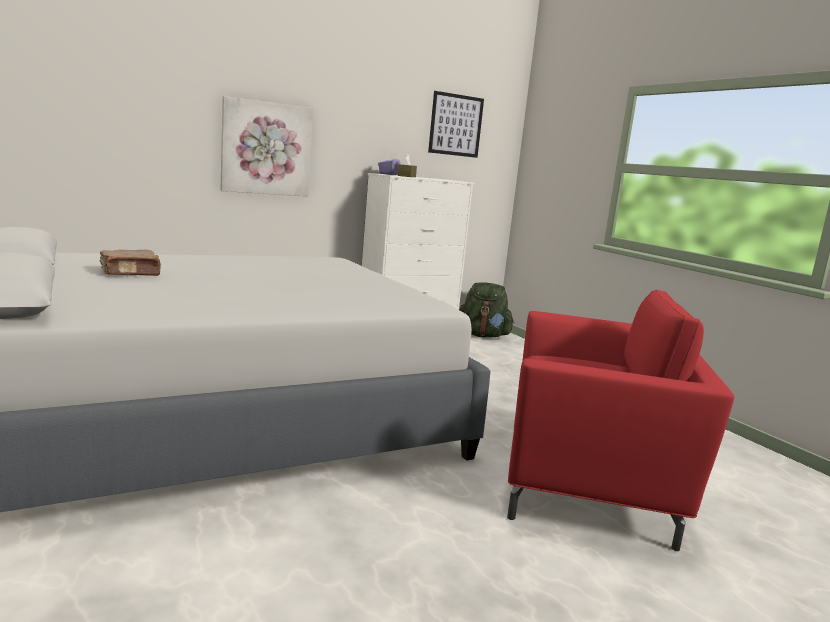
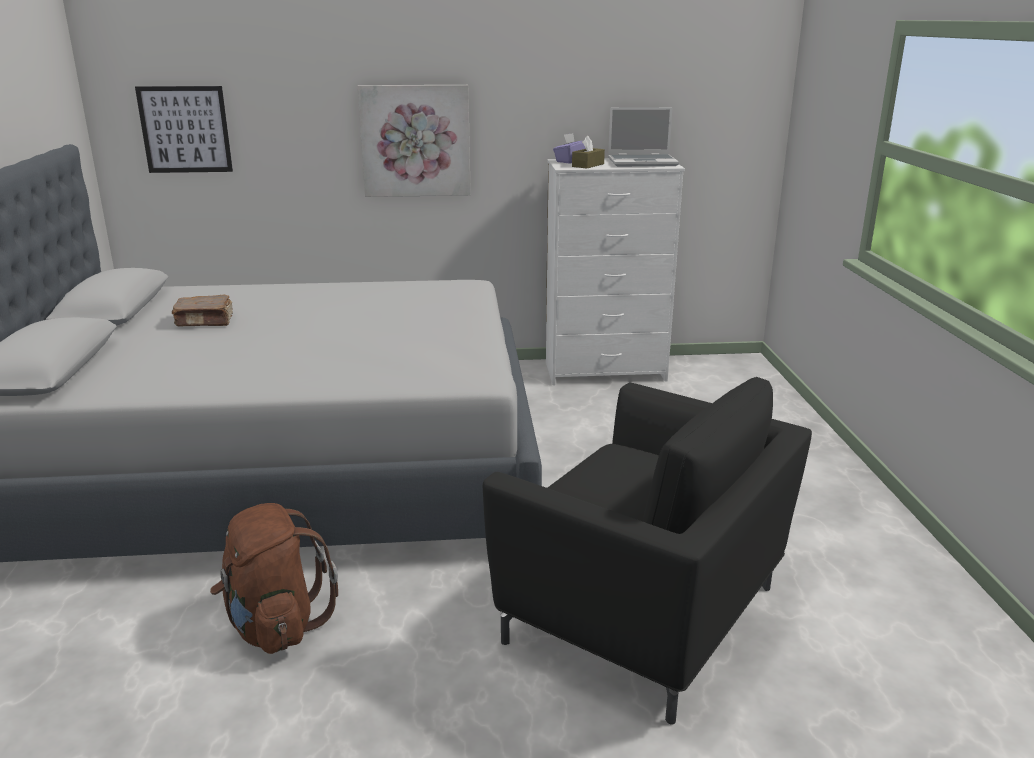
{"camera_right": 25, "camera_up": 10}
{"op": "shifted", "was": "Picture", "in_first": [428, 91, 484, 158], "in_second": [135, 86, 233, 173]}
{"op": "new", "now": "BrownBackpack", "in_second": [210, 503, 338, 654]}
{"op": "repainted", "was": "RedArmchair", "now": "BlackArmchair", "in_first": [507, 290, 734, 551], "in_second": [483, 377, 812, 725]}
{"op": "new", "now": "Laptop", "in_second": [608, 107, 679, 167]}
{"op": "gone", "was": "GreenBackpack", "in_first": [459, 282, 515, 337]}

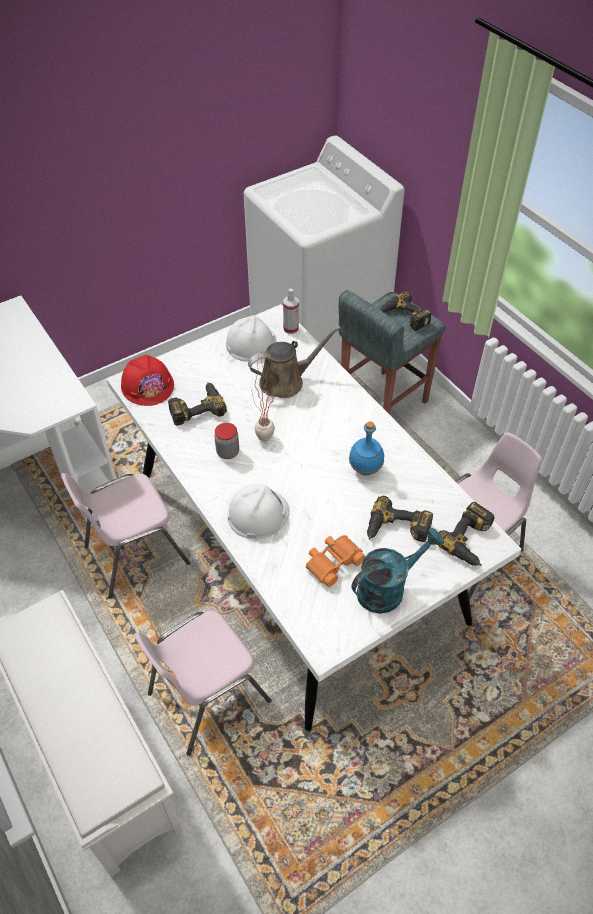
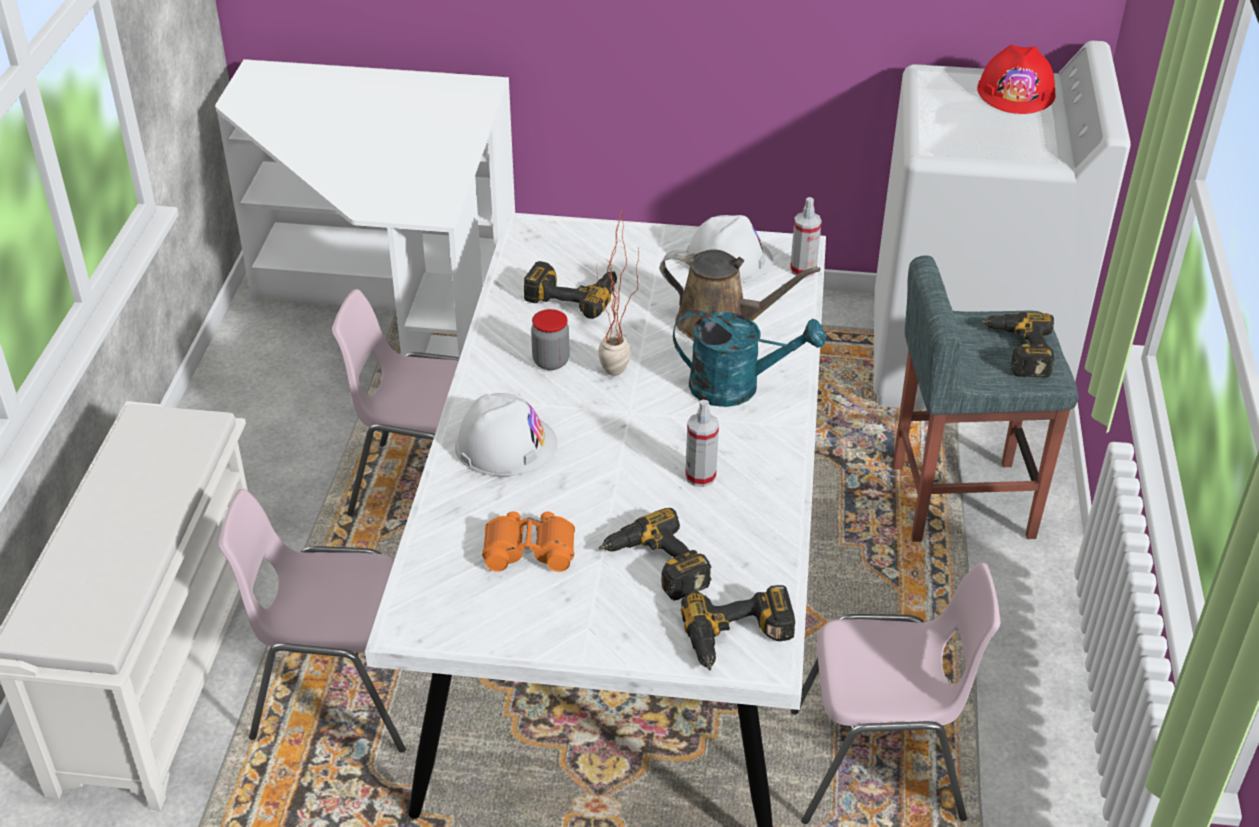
{"camera_right": 40, "camera_up": -10}
{"op": "shifted", "was": "TurquoiseWateringCan", "in_first": [352, 528, 444, 614], "in_second": [673, 310, 826, 407]}
{"op": "swapped", "was": "BlueBottle", "now": "SprayBottle", "in_first": [349, 421, 384, 476], "in_second": [685, 400, 719, 487]}
{"op": "shifted", "was": "RedHardHat", "in_first": [121, 355, 174, 406], "in_second": [977, 44, 1056, 114]}

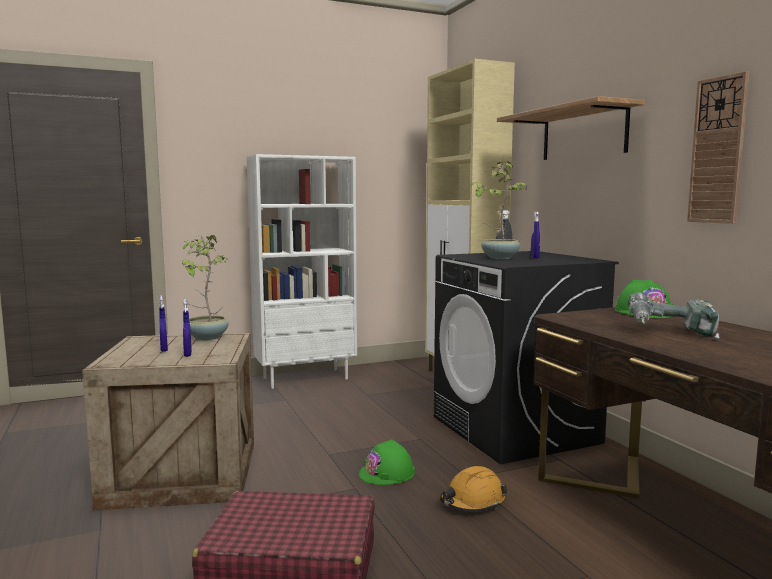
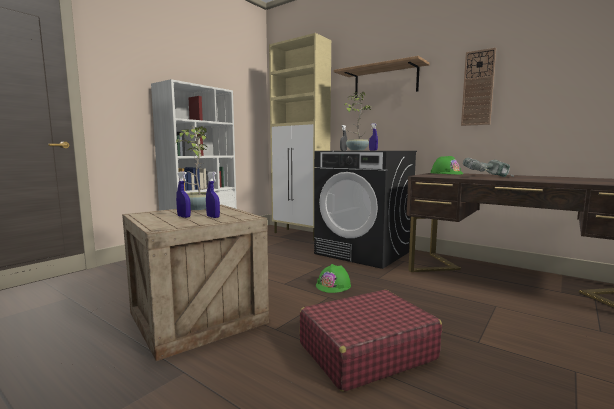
{"camera_right": -30, "camera_up": 0}
{"op": "gone", "was": "OrangeHardHat", "in_first": [440, 466, 507, 512]}

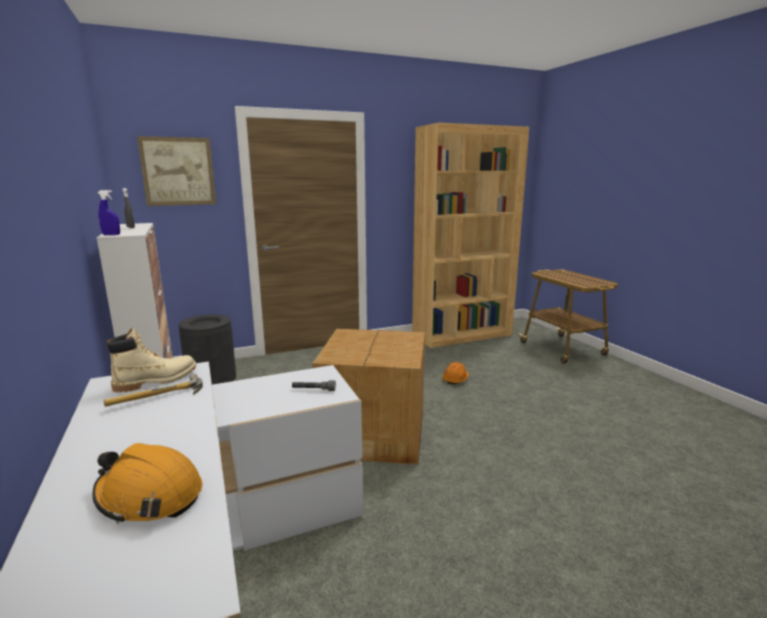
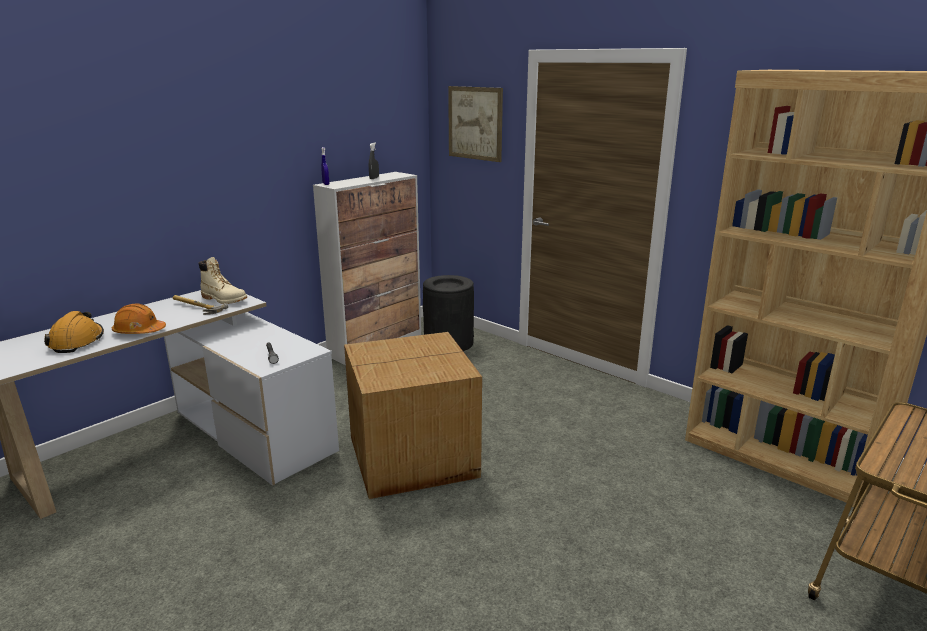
{"camera_right": 65, "camera_up": 5}
{"op": "shifted", "was": "OrangeHardHat", "in_first": [442, 362, 469, 385], "in_second": [112, 303, 166, 334]}

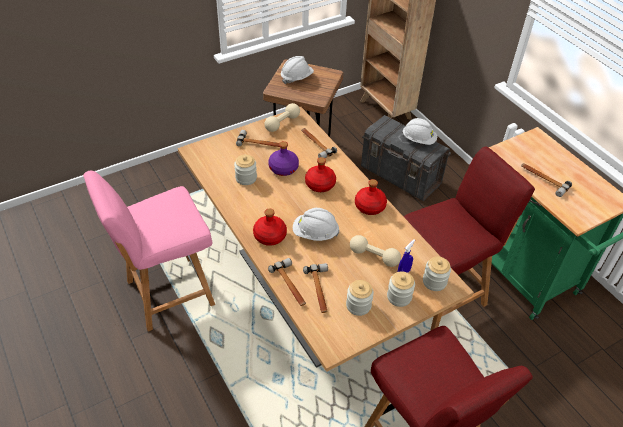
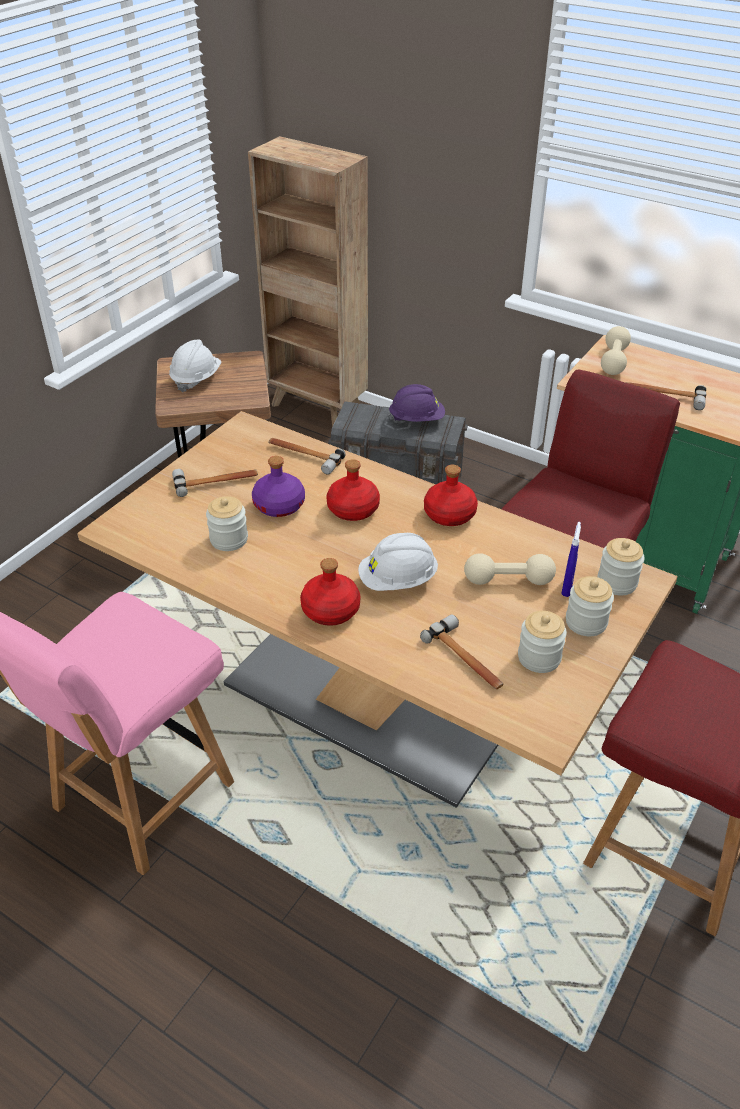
{"camera_right": -25, "camera_up": -5}
{"op": "repainted", "was": "WhiteHardHat", "now": "PurpleHardHat", "in_first": [402, 118, 437, 145], "in_second": [388, 384, 445, 422]}
{"op": "shifted", "was": "BeigeDumbbell", "in_first": [264, 103, 300, 132], "in_second": [601, 326, 631, 375]}
{"op": "gone", "was": "Hammer", "in_first": [268, 258, 306, 306]}

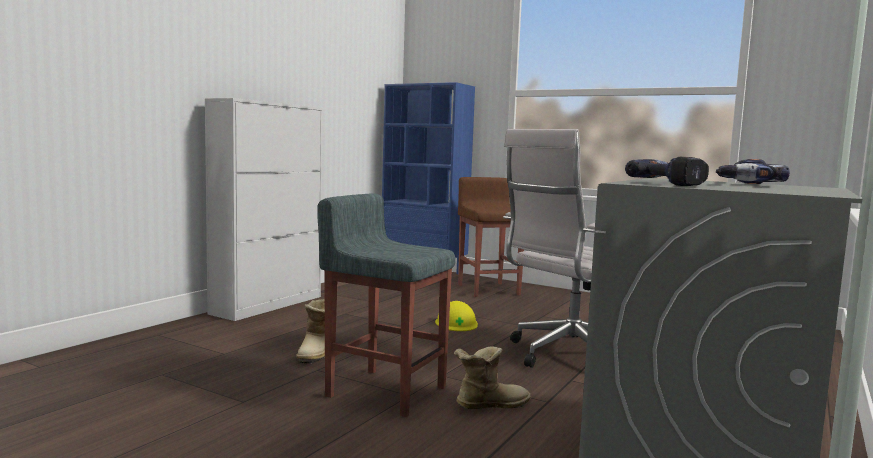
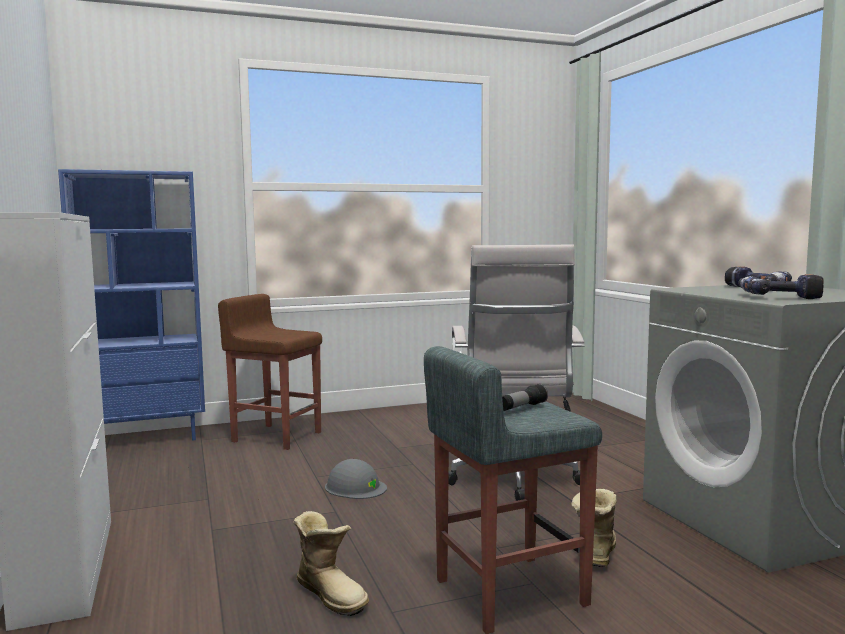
{"camera_right": -50, "camera_up": 0}
{"op": "repainted", "was": "YellowHardHat", "now": "GreyHardHat", "in_first": [435, 301, 478, 331], "in_second": [325, 459, 387, 499]}
{"op": "new", "now": "Flashlight", "in_second": [502, 384, 548, 411]}

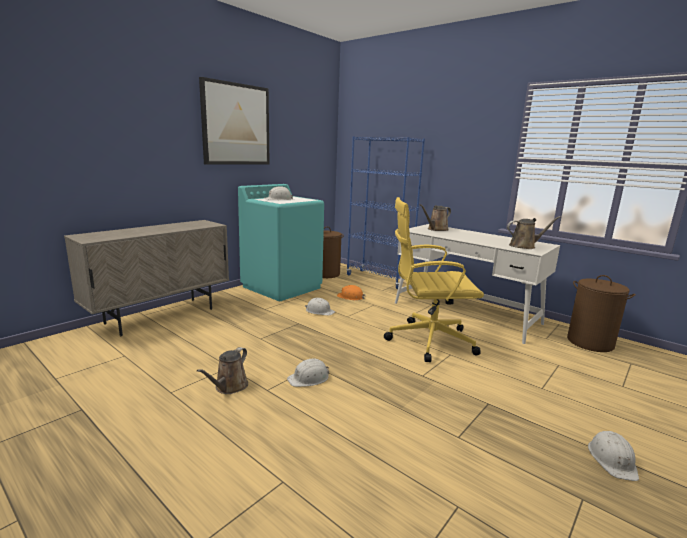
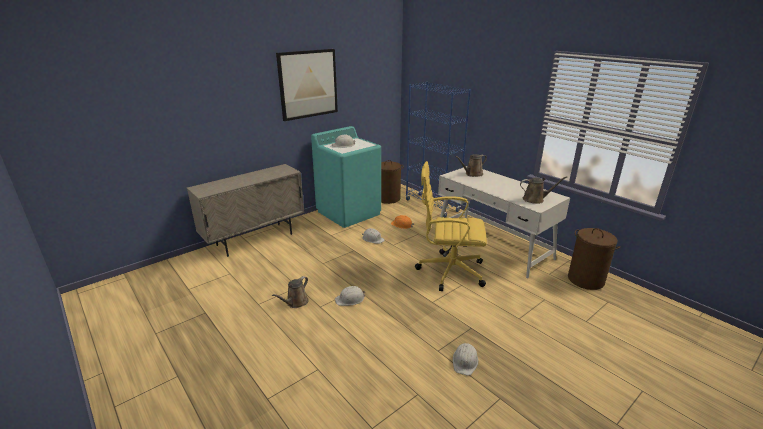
{"camera_right": 10, "camera_up": 10}
{"op": "shifted", "was": "WhiteHardHat", "in_first": [588, 431, 639, 481], "in_second": [453, 343, 478, 375]}

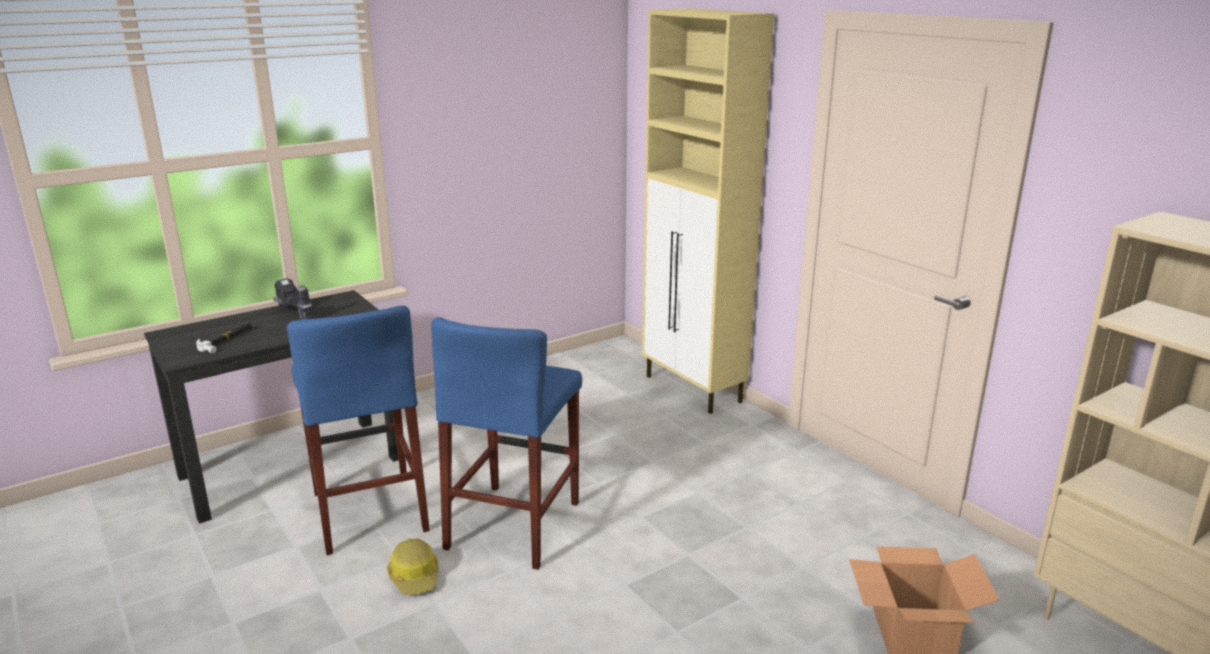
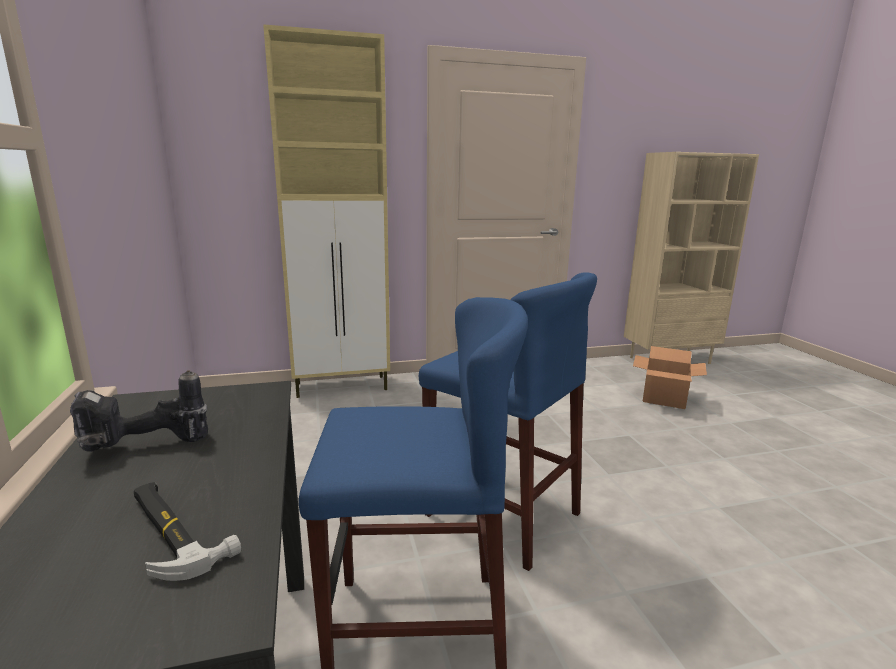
{"camera_right": -70, "camera_up": -5}
{"op": "gone", "was": "HardHat", "in_first": [387, 539, 439, 595]}

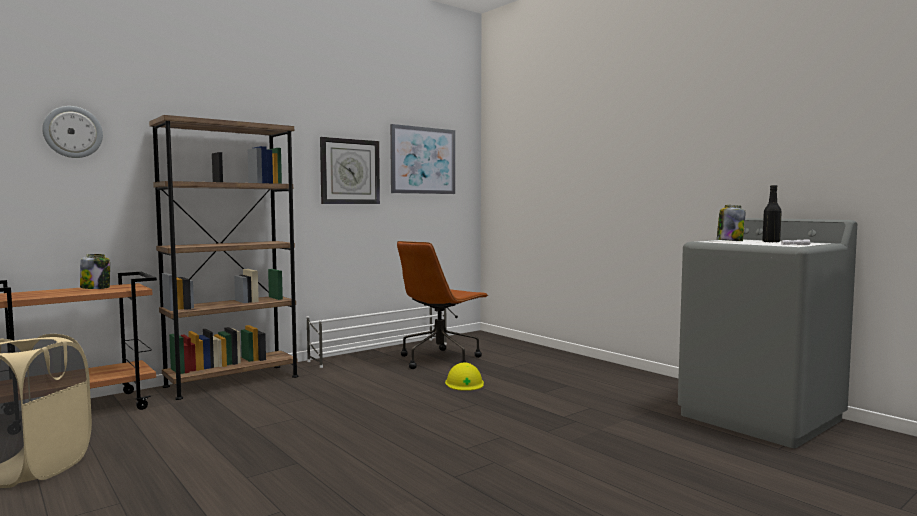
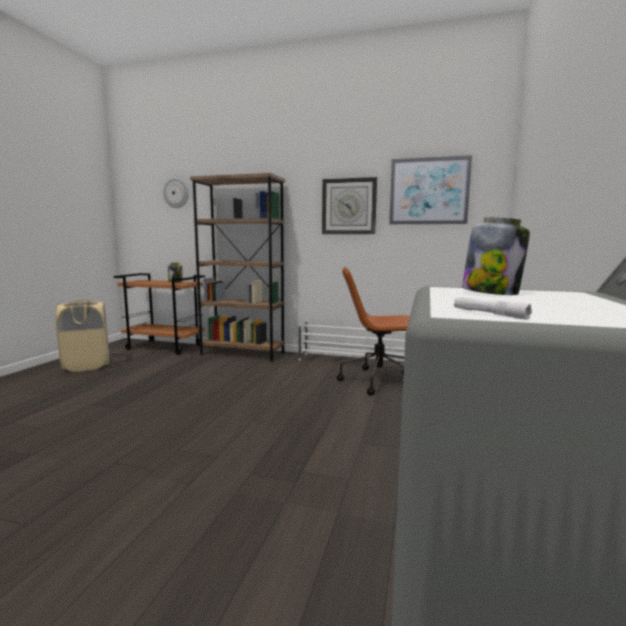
{"camera_right": 55, "camera_up": 5}
{"op": "gone", "was": "YellowHardHat", "in_first": [445, 362, 484, 391]}
{"op": "gone", "was": "BlackBottle", "in_first": [762, 185, 782, 243]}

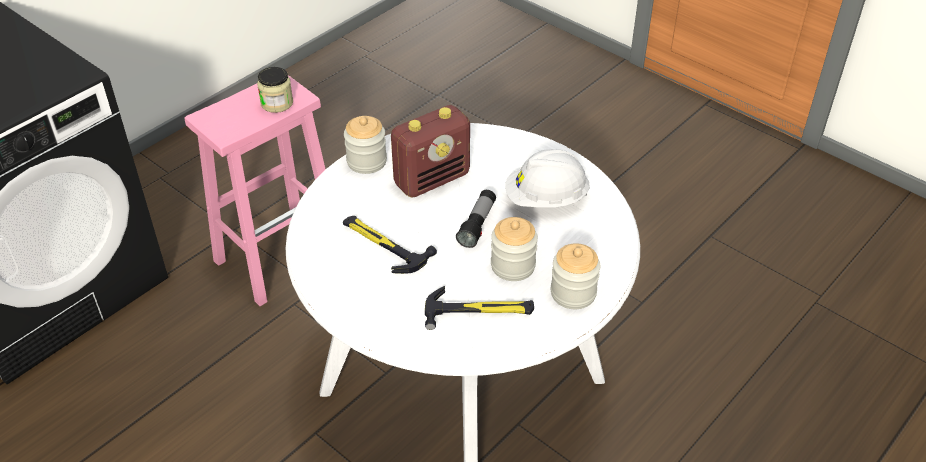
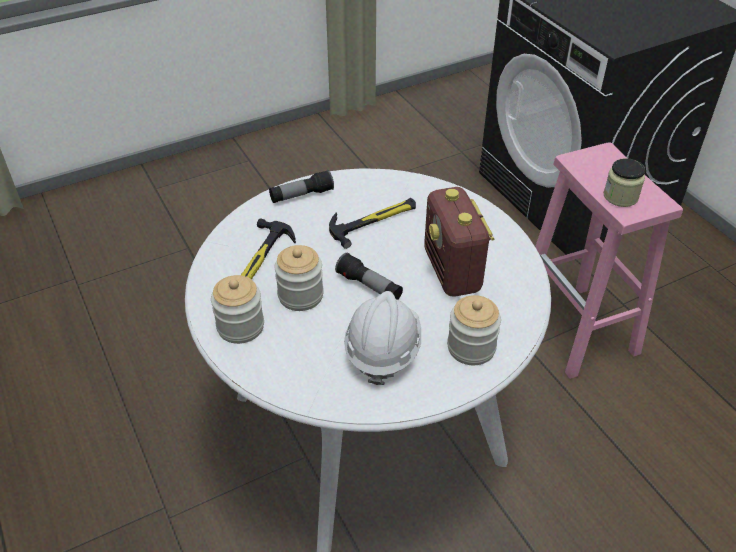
{"camera_right": 110, "camera_up": 0}
{"op": "new", "now": "Flashlight", "in_second": [269, 170, 334, 203]}
{"op": "shifted", "was": "Jar", "in_first": [344, 116, 387, 174], "in_second": [447, 295, 501, 365]}

